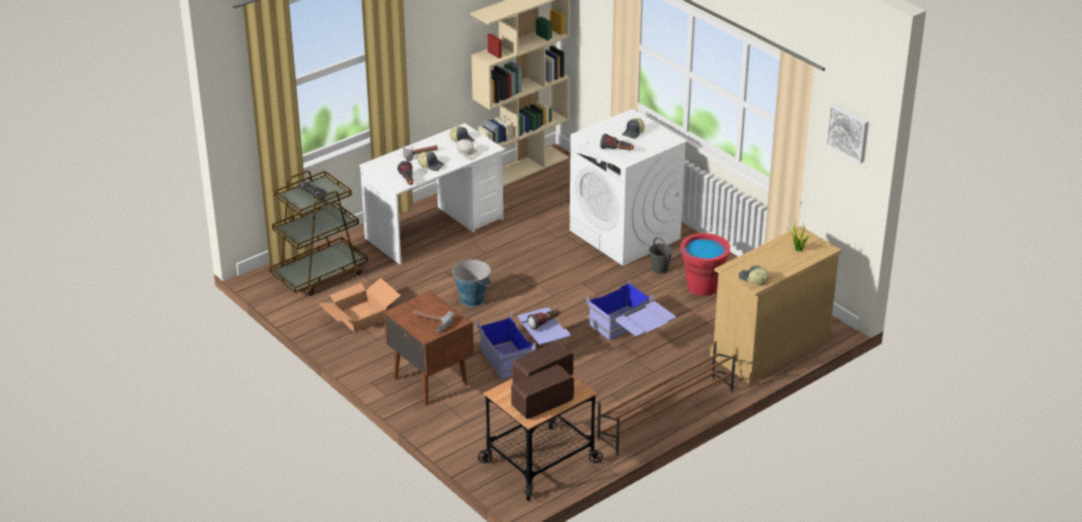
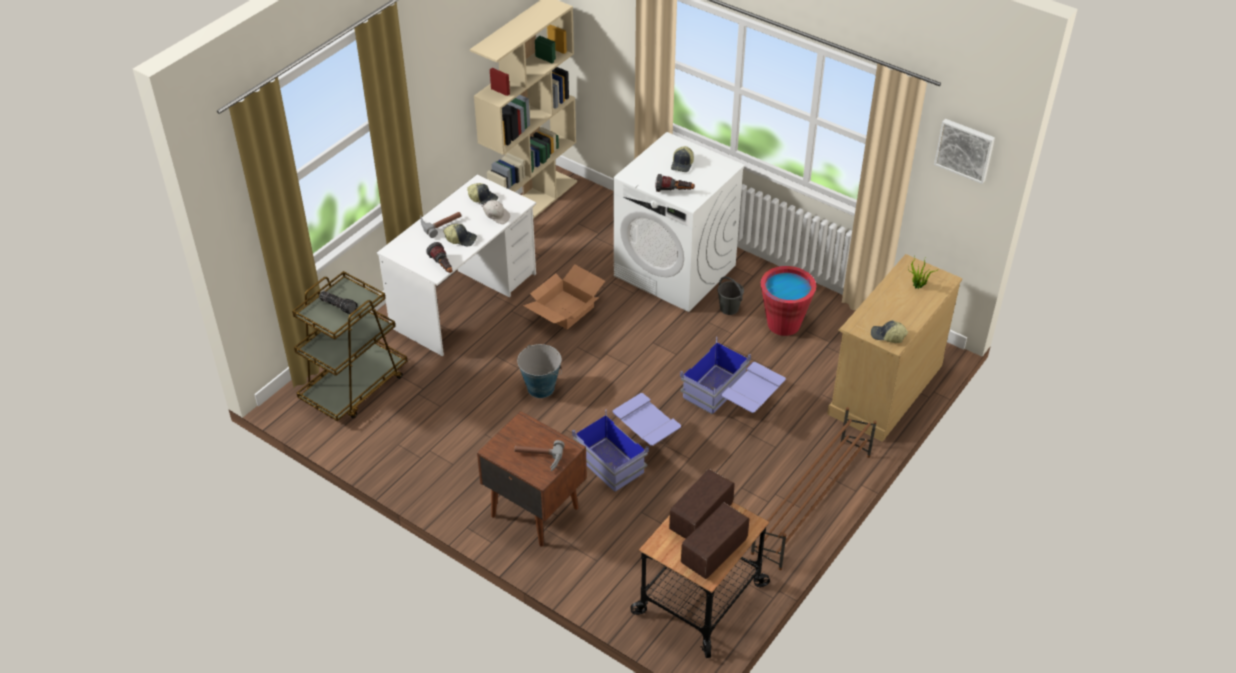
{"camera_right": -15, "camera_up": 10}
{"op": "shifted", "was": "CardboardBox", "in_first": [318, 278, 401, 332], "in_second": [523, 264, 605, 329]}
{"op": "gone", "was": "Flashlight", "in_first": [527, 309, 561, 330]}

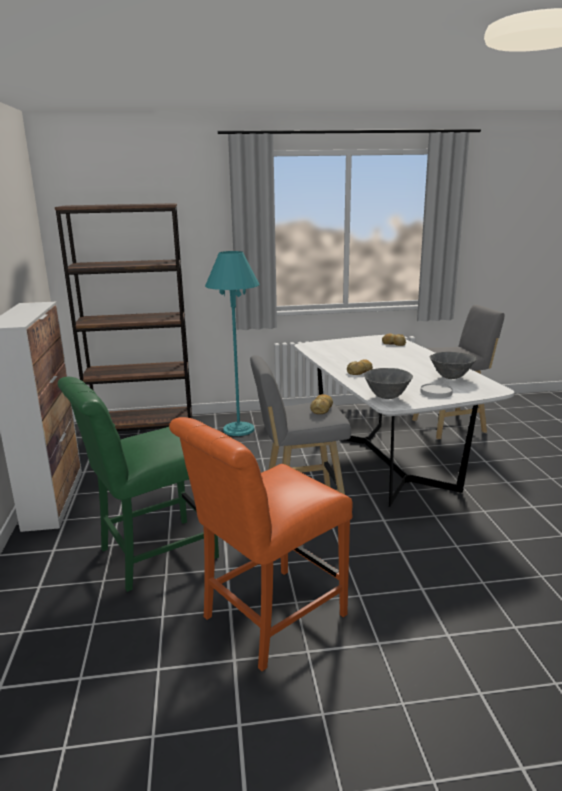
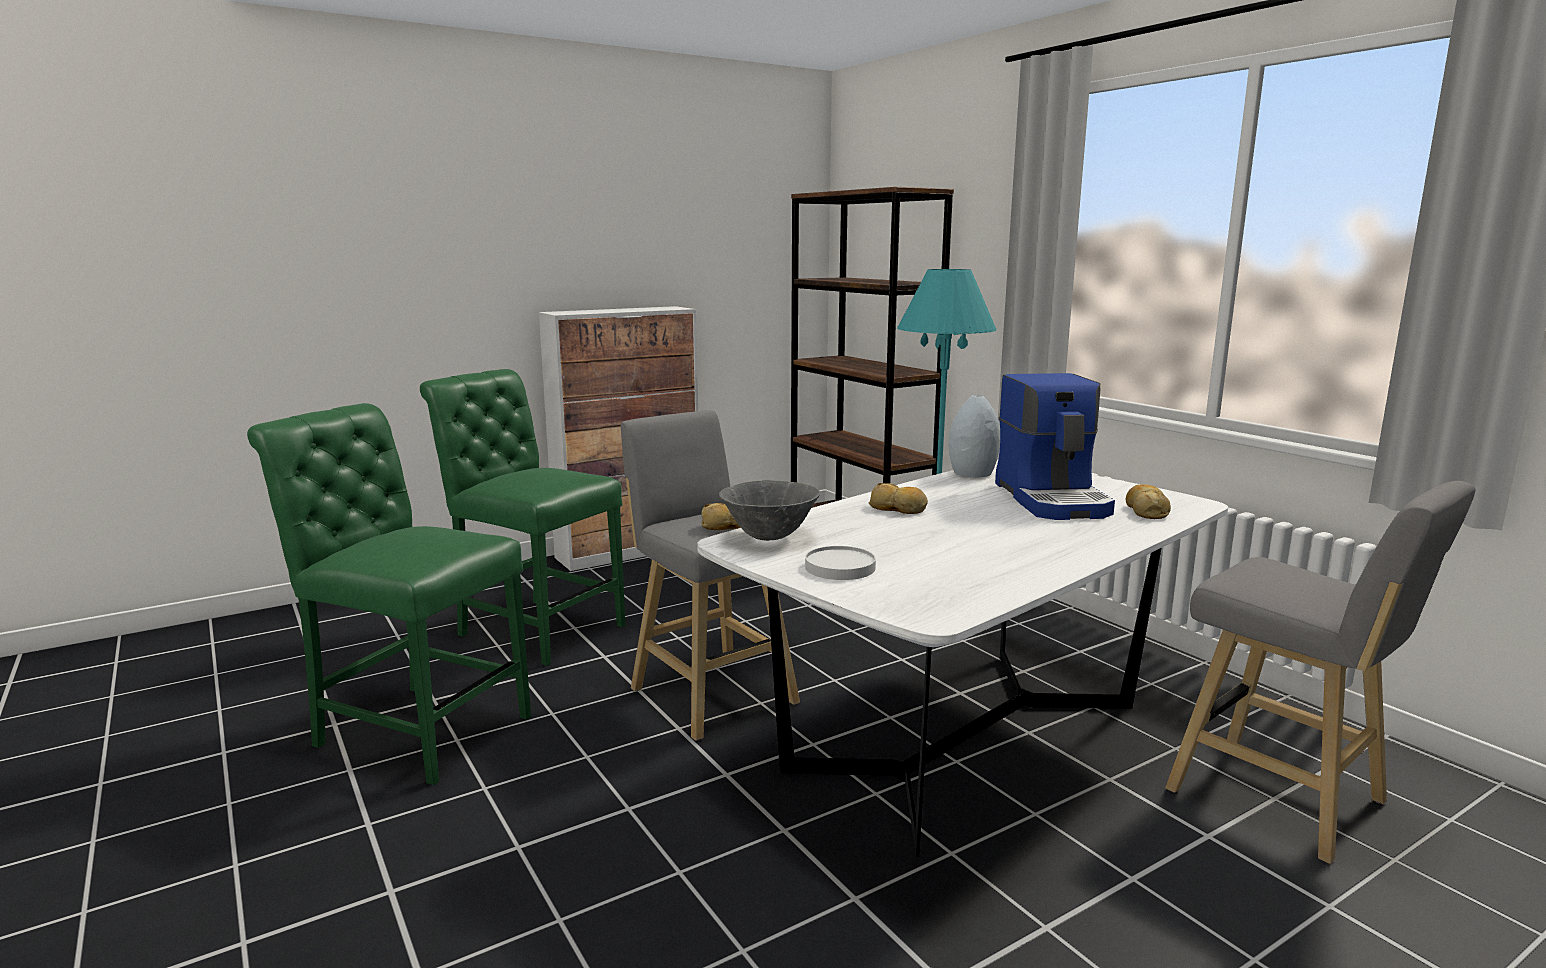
{"camera_right": 65, "camera_up": -5}
{"op": "repainted", "was": "OrangeChair", "now": "GreenChair", "in_first": [169, 417, 353, 671], "in_second": [247, 403, 531, 785]}
{"op": "new", "now": "GreyVase", "in_second": [949, 395, 1000, 477]}
{"op": "new", "now": "CoffeeMachine", "in_second": [995, 373, 1115, 520]}
{"op": "gone", "was": "GreyBowl", "in_first": [430, 352, 477, 379]}

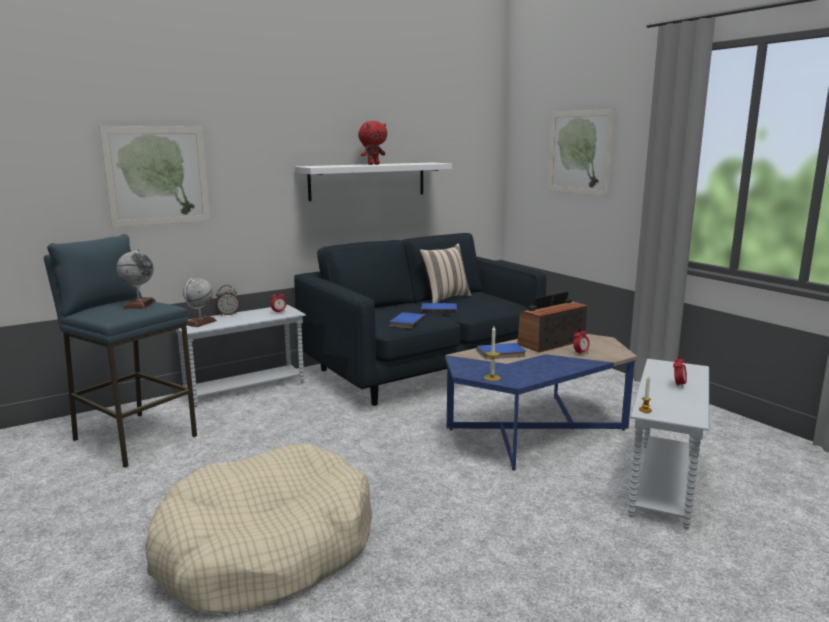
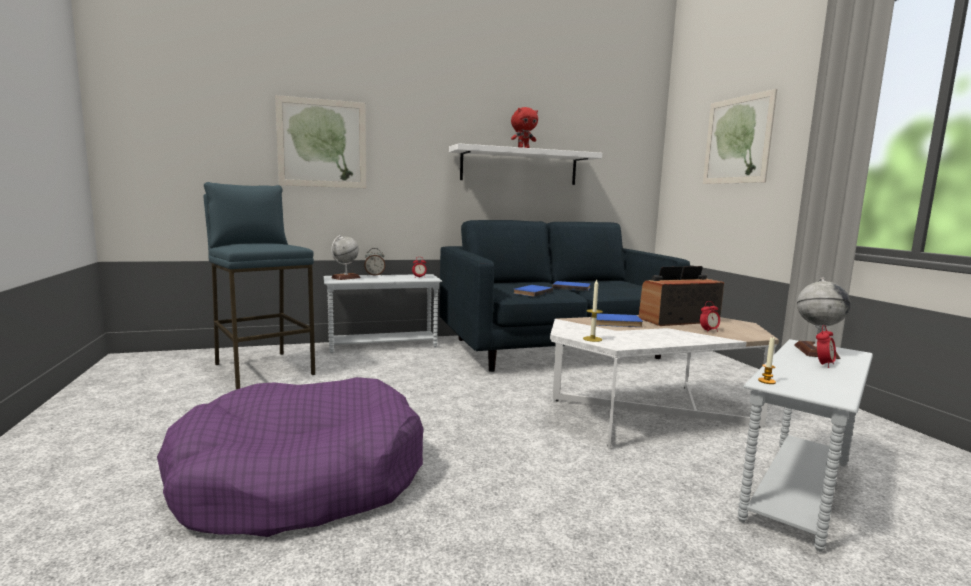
{"camera_right": 15, "camera_up": -5}
{"op": "repainted", "was": "BeigeDogBed", "now": "PurpleDogBed", "in_first": [145, 444, 373, 613], "in_second": [157, 377, 424, 537]}
{"op": "repainted", "was": "BlueCoffeeTable", "now": "WhiteCoffeeTable", "in_first": [445, 334, 637, 470], "in_second": [550, 315, 779, 448]}
{"op": "shifted", "was": "Globe", "in_first": [116, 248, 156, 309], "in_second": [794, 278, 851, 359]}
{"op": "gone", "was": "BeigePillow", "in_first": [419, 244, 471, 303]}

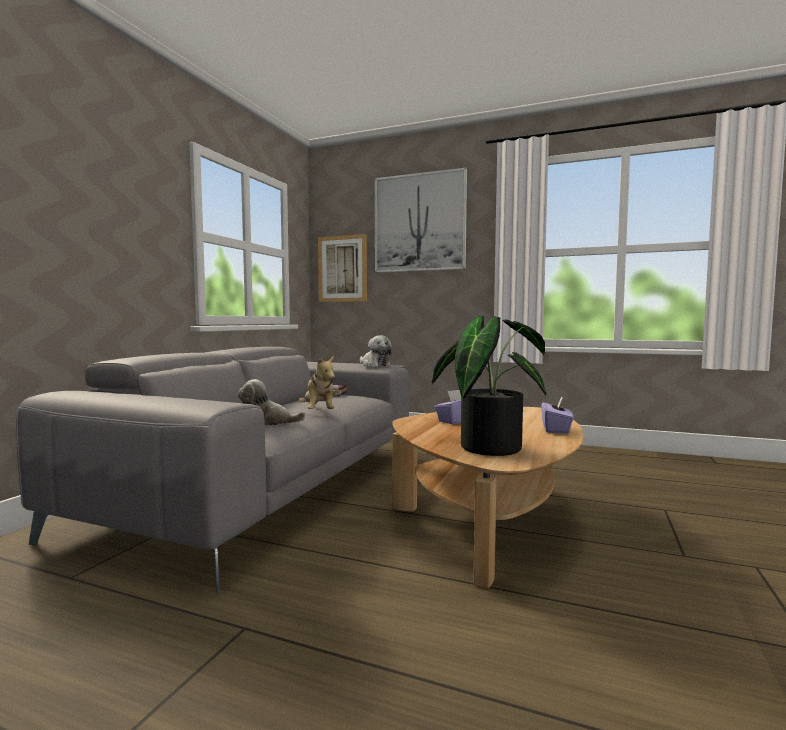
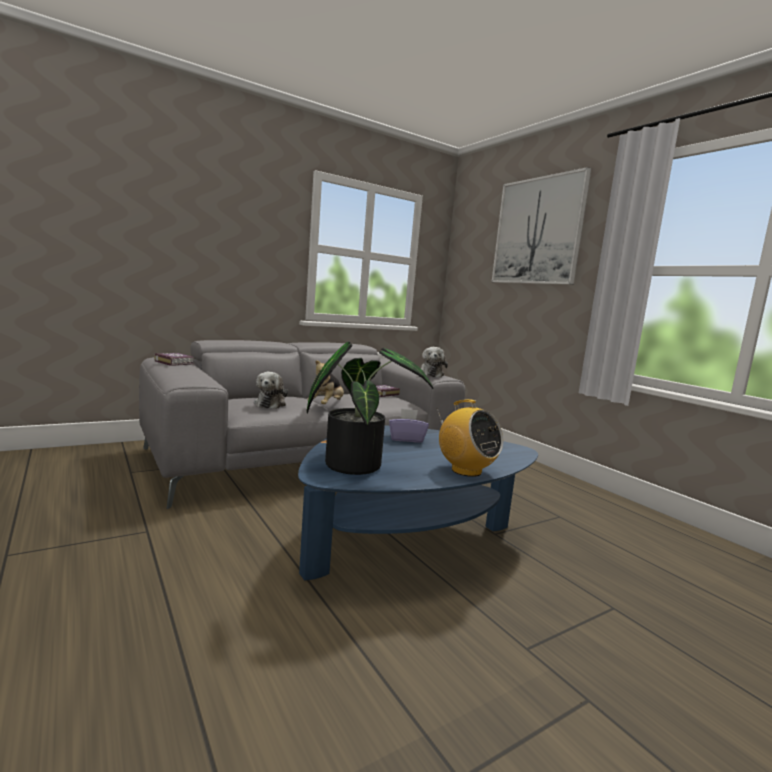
{"camera_right": 35, "camera_up": 5}
{"op": "new", "now": "Book", "in_second": [154, 353, 194, 366]}
{"op": "rotated", "was": "PlushToy", "in_first": [238, 379, 306, 425], "in_second": [254, 372, 288, 409], "clockwise": -120}
{"op": "repainted", "was": "BrownCoffeeTable", "now": "BlueCoffeeTable", "in_first": [393, 407, 584, 589], "in_second": [298, 425, 538, 581]}
{"op": "swapped", "was": "PurpleTissueBox", "now": "Radio", "in_first": [541, 396, 574, 434], "in_second": [436, 399, 503, 477]}
{"op": "gone", "was": "Picture", "in_first": [318, 234, 367, 302]}

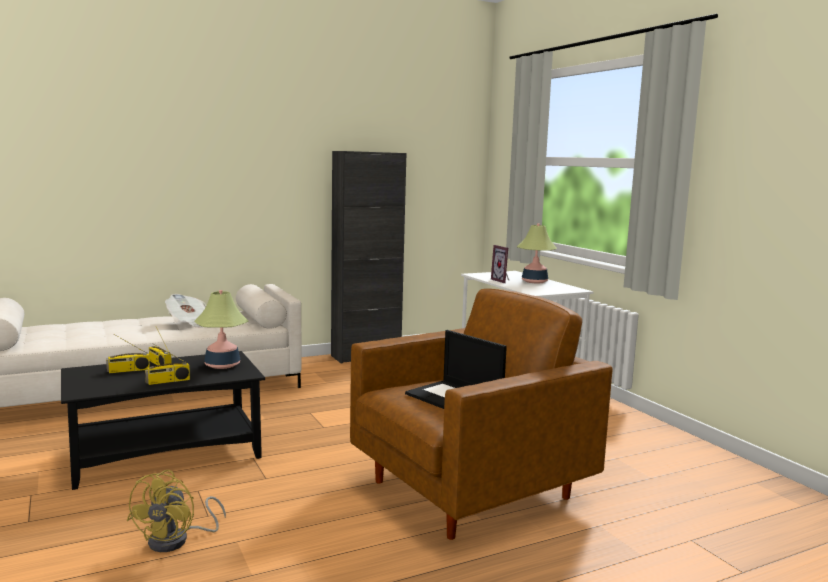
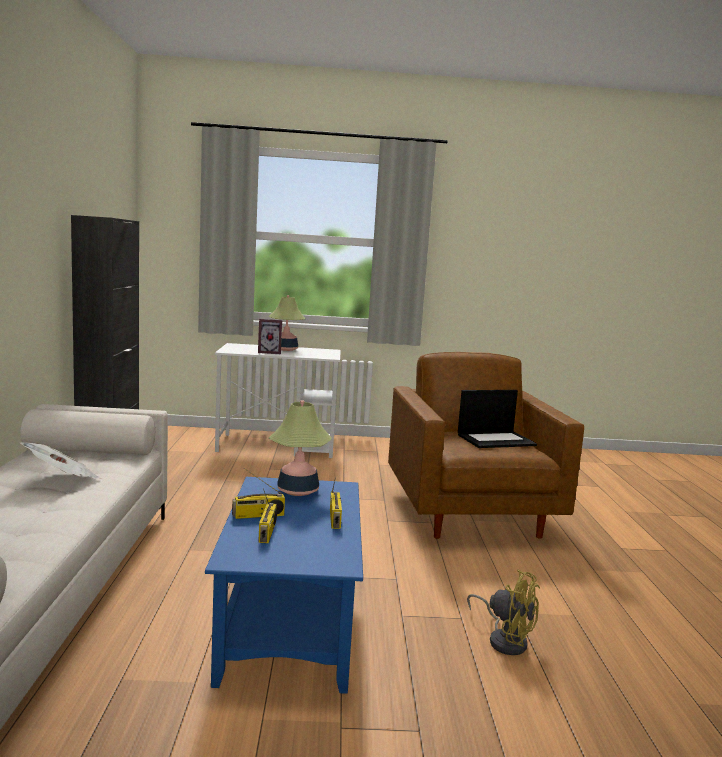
{"camera_right": -65, "camera_up": 0}
{"op": "repainted", "was": "BlackCoffeeTable", "now": "BlueCoffeeTable", "in_first": [61, 351, 265, 490], "in_second": [205, 477, 363, 694]}

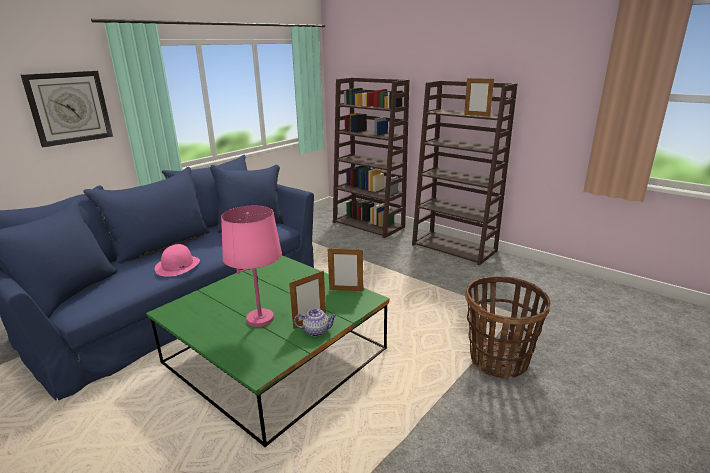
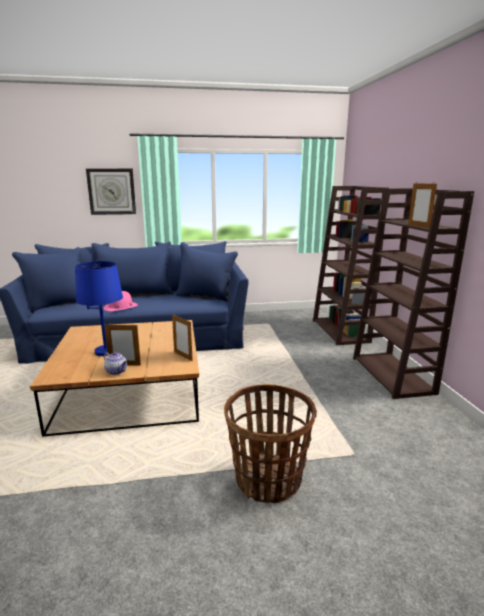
{"camera_right": 40, "camera_up": -5}
{"op": "repainted", "was": "GreenCoffeeTable", "now": "BrownCoffeeTable", "in_first": [146, 255, 390, 447], "in_second": [30, 320, 199, 437]}
{"op": "repainted", "was": "PinkTableLamp", "now": "BlueTableLamp", "in_first": [221, 206, 282, 327], "in_second": [75, 261, 123, 356]}

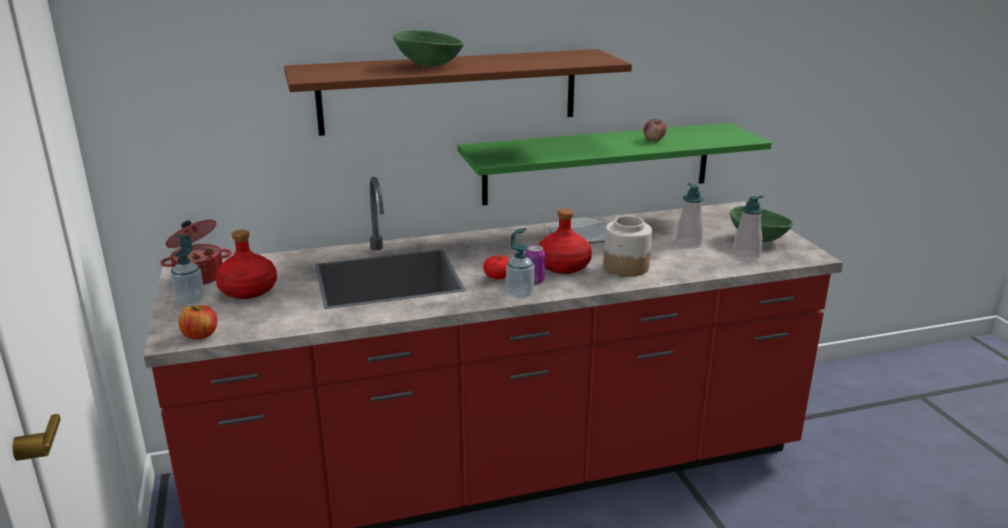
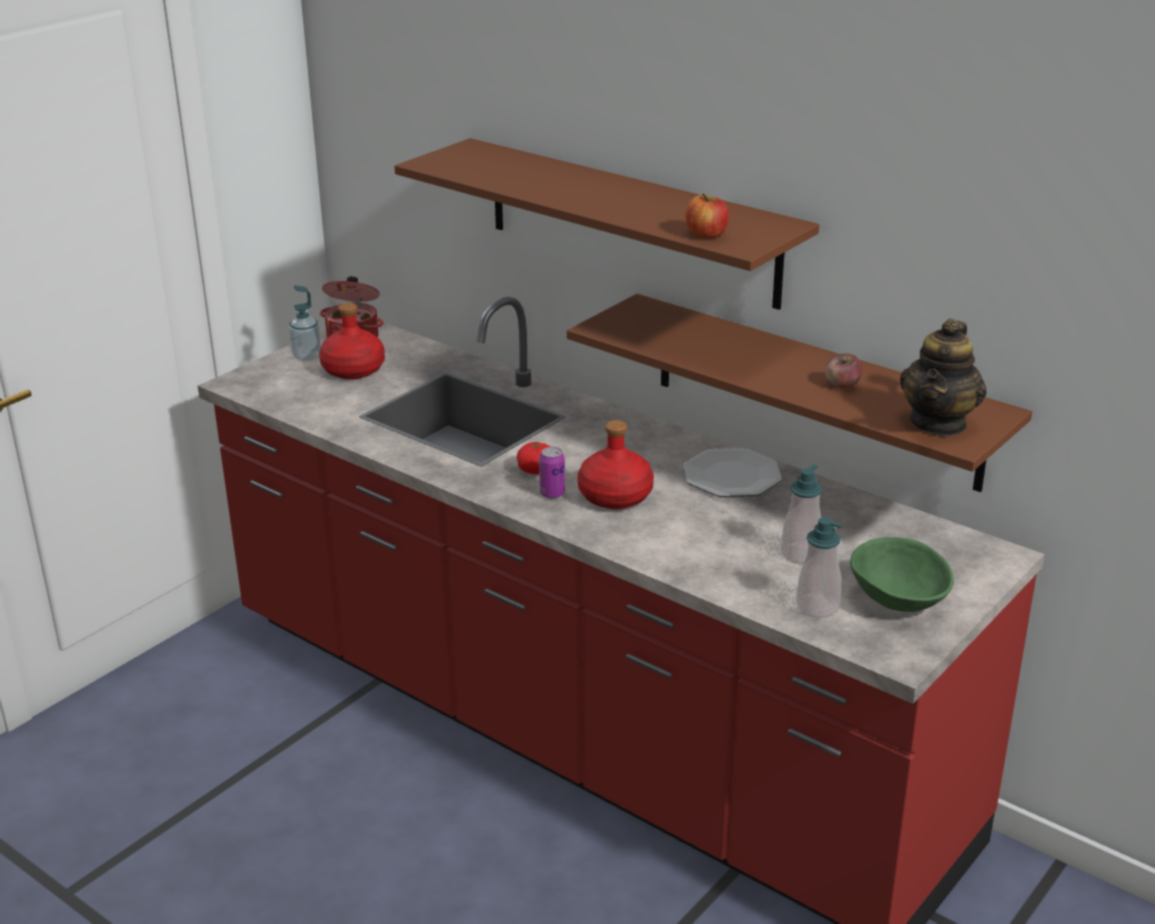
{"camera_right": 55, "camera_up": 5}
{"op": "repainted", "was": "GreenShelf", "now": "BrownShelf", "in_first": [457, 123, 772, 205], "in_second": [567, 294, 1032, 492]}
{"op": "shifted", "was": "Apple", "in_first": [178, 305, 217, 340], "in_second": [685, 194, 729, 238]}
{"op": "new", "now": "Teapot", "in_second": [900, 319, 987, 436]}
{"op": "gone", "was": "GreenBowl", "in_first": [393, 30, 464, 66]}
{"op": "gone", "was": "SoapDispenser", "in_first": [506, 228, 534, 298]}
{"op": "gone", "was": "Jar", "in_first": [603, 216, 652, 277]}

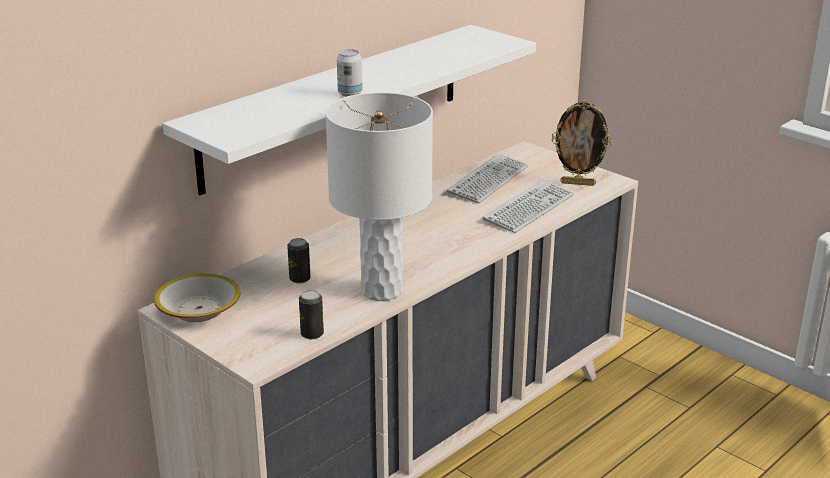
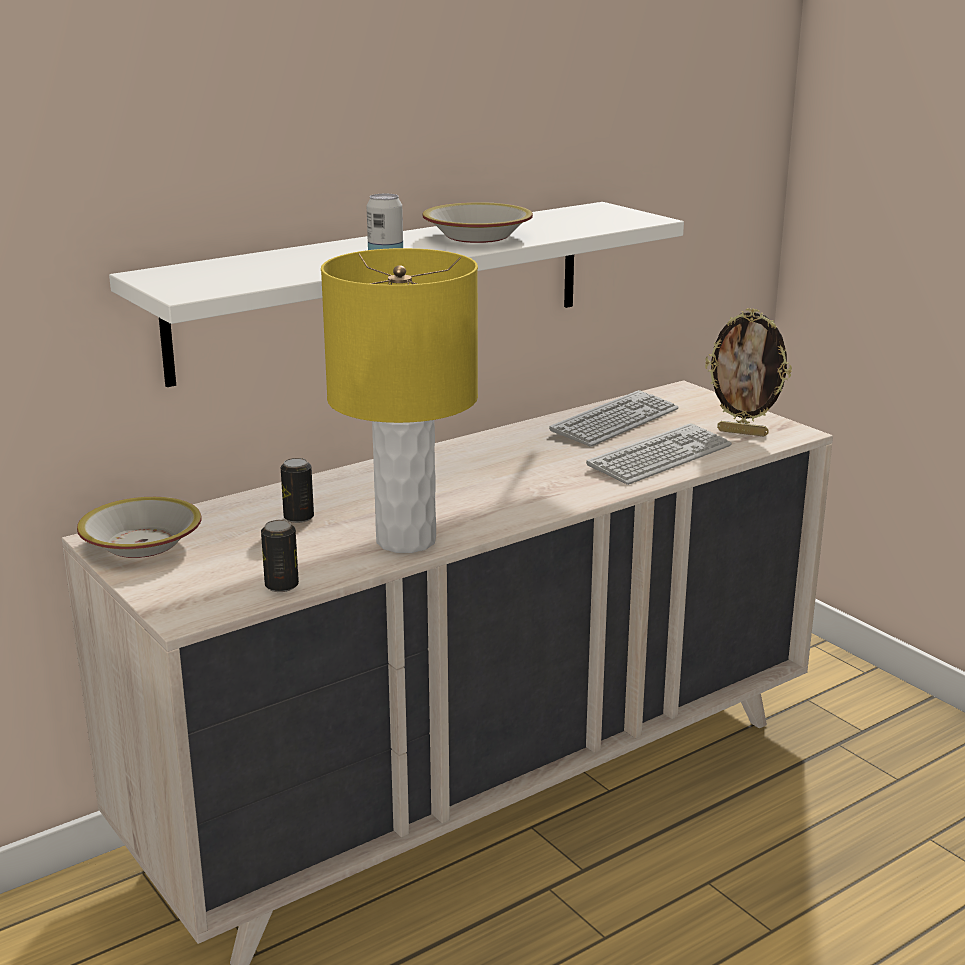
{"camera_right": 10, "camera_up": -5}
{"op": "repainted", "was": "WhiteTableLamp", "now": "YellowTableLamp", "in_first": [325, 92, 433, 301], "in_second": [321, 248, 478, 553]}
{"op": "new", "now": "Bowl", "in_second": [422, 202, 533, 243]}

